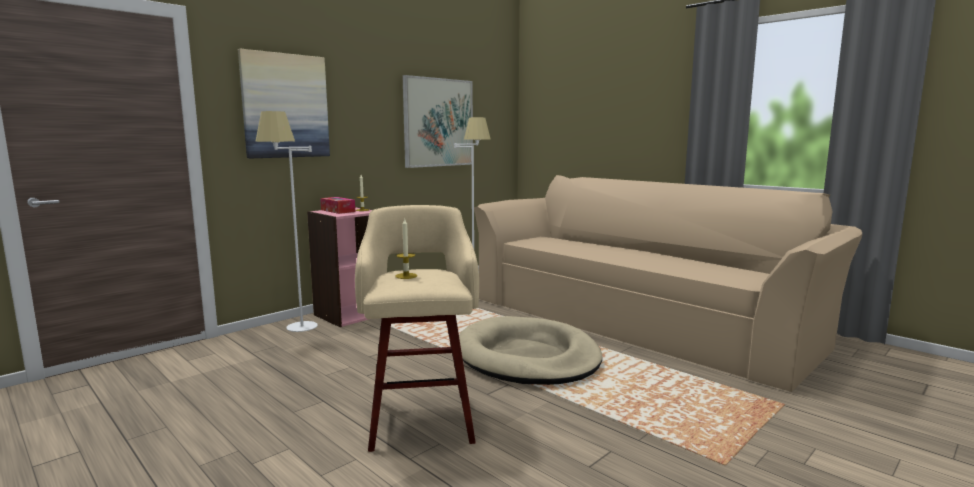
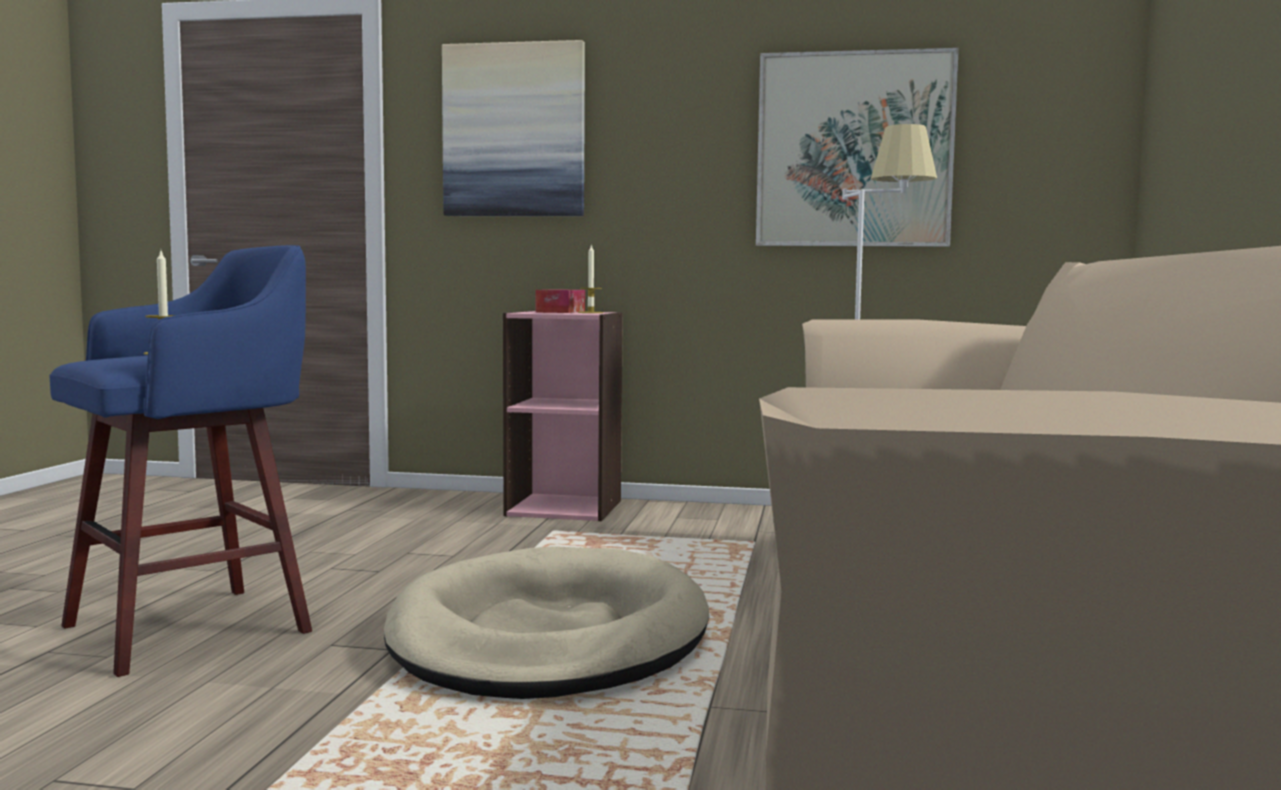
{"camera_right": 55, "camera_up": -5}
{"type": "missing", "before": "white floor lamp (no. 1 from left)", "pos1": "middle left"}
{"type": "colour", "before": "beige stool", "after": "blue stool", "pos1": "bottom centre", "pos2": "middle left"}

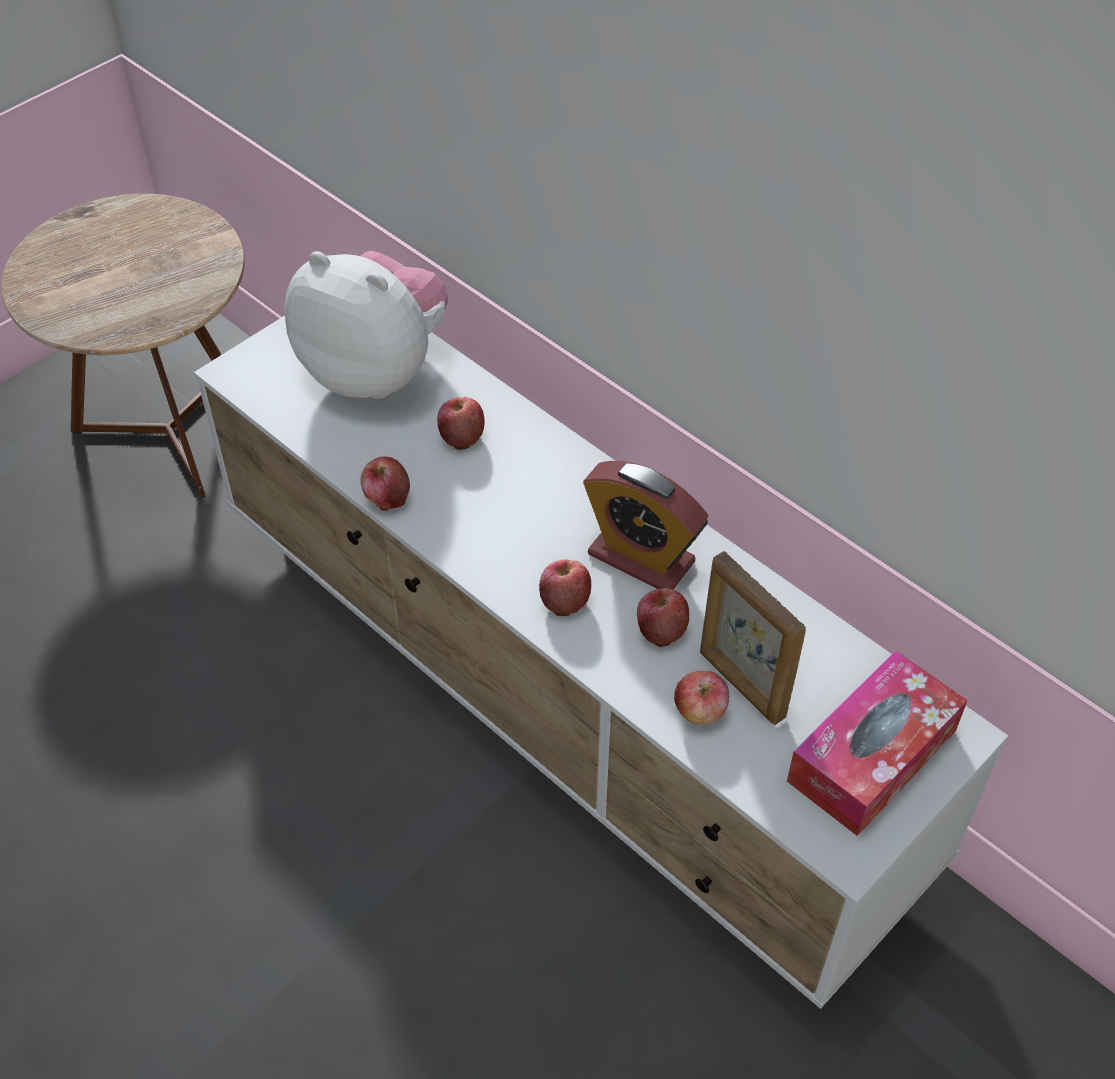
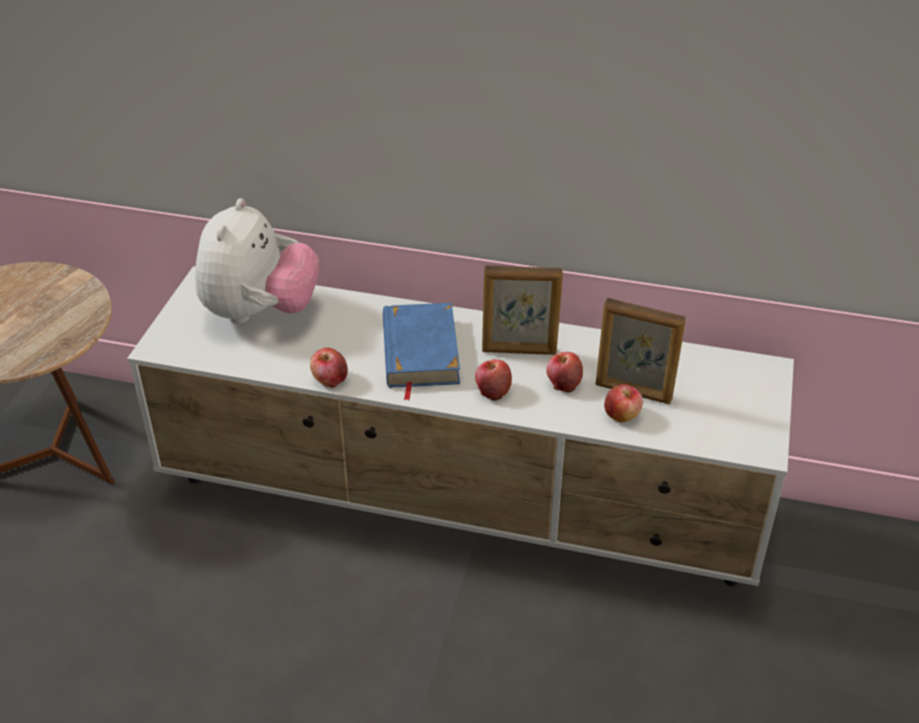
{"camera_right": -30, "camera_up": -10}
{"type": "spun", "before": "plush toy", "pos1": "top left", "pos2": "middle left", "turn": 105}
{"type": "missing", "before": "apple (no. 2 from left)", "pos1": "centre"}
{"type": "exchanged", "before": "alarm clock", "after": "picture frame (no. 1 from left)", "pos1": "centre", "pos2": "centre"}
{"type": "missing", "before": "tissue box", "pos1": "bottom right"}
{"type": "appeared", "after": "blue book", "pos2": "centre"}

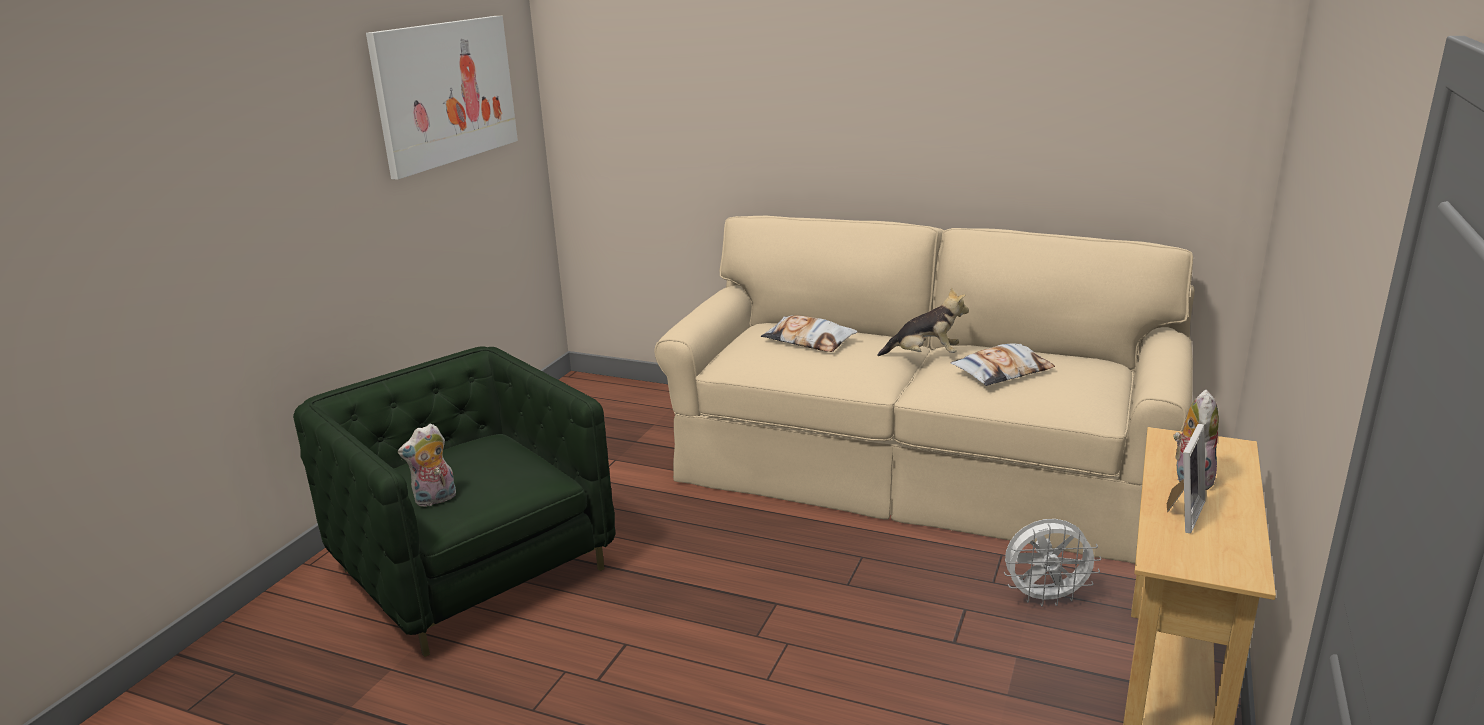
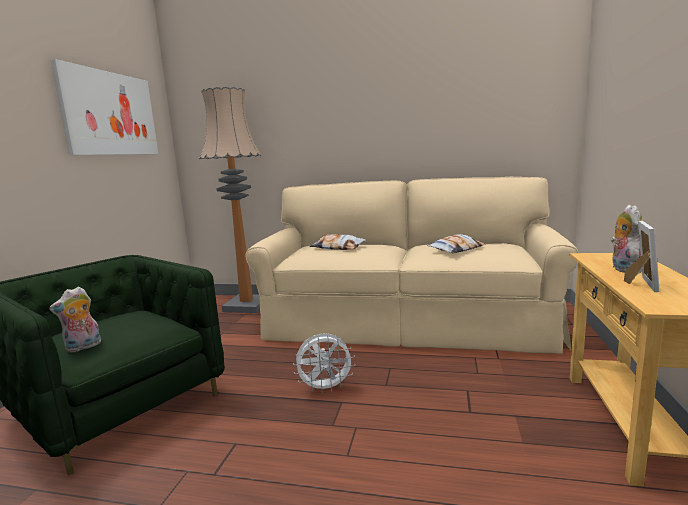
{"camera_right": -10, "camera_up": -10}
{"type": "missing", "before": "plush toy (no. 2 from left)", "pos1": "centre"}
{"type": "relocated", "before": "white fan", "pos1": "bottom right", "pos2": "bottom centre"}
{"type": "appeared", "after": "floor lamp", "pos2": "centre"}

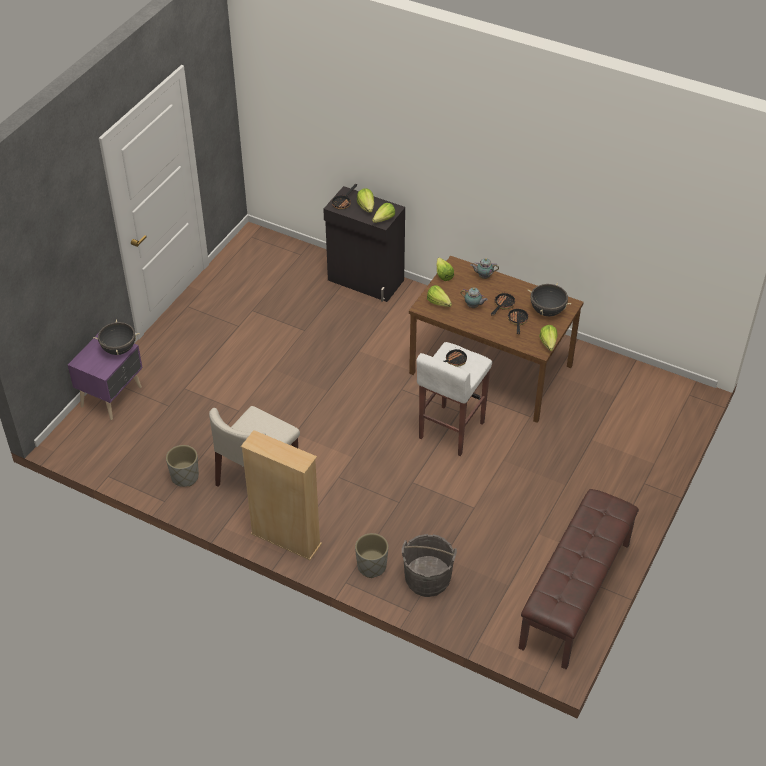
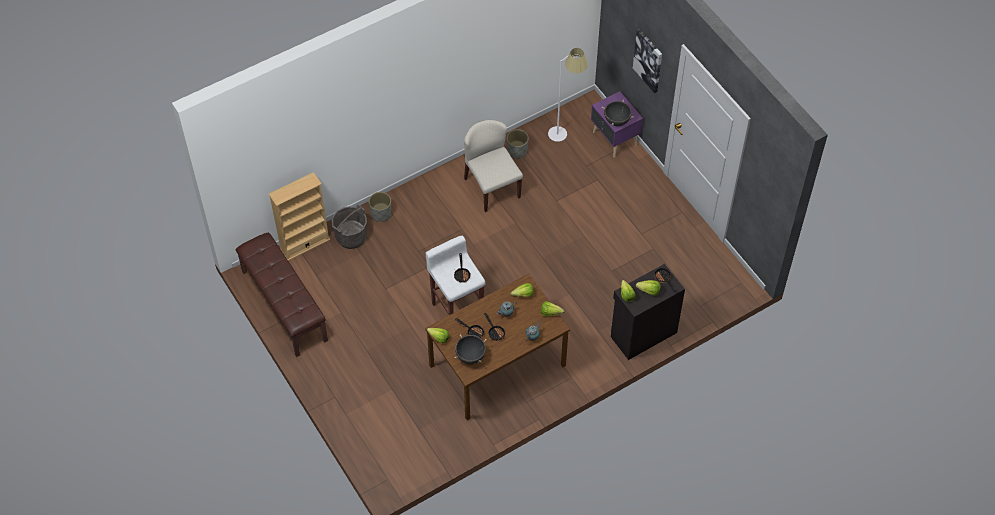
{"camera_right": 120, "camera_up": 10}
{"type": "relocated", "before": "beige bookcase", "pos1": "centre", "pos2": "middle left"}
{"type": "appeared", "after": "picture", "pos2": "top centre"}
{"type": "appeared", "after": "white floor lamp", "pos2": "top centre"}

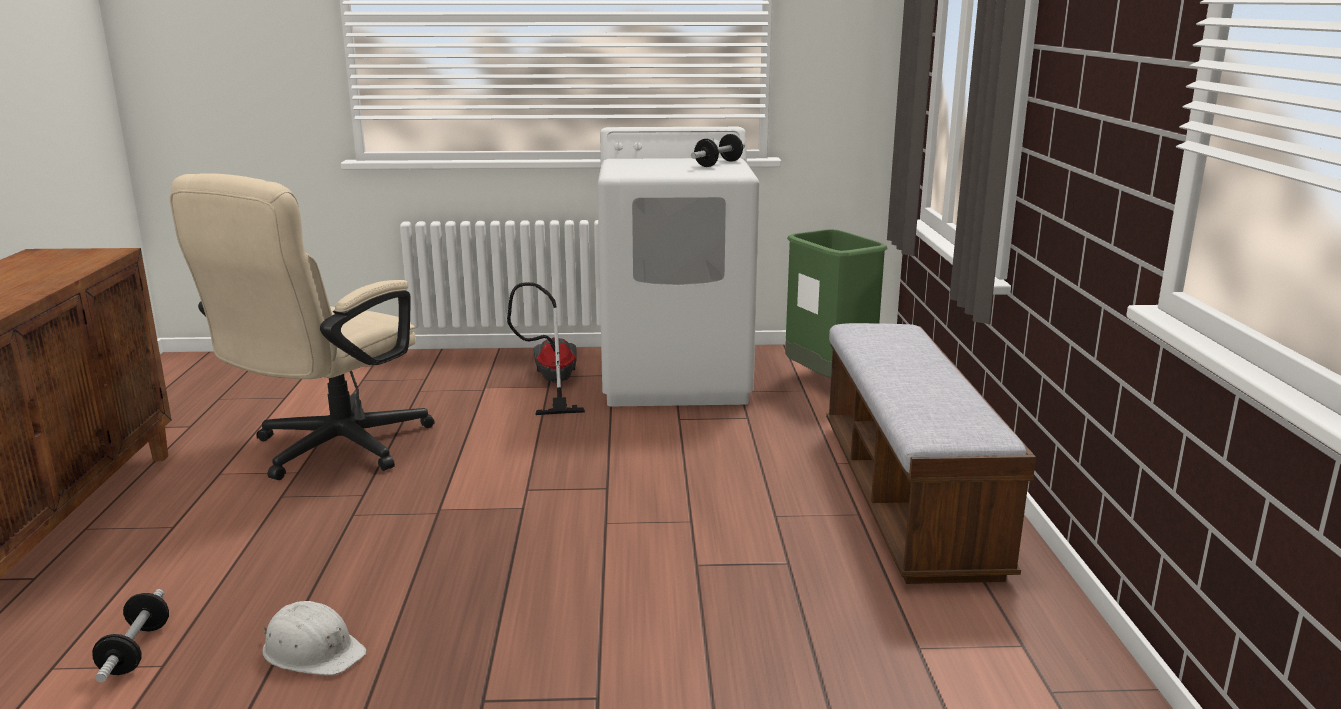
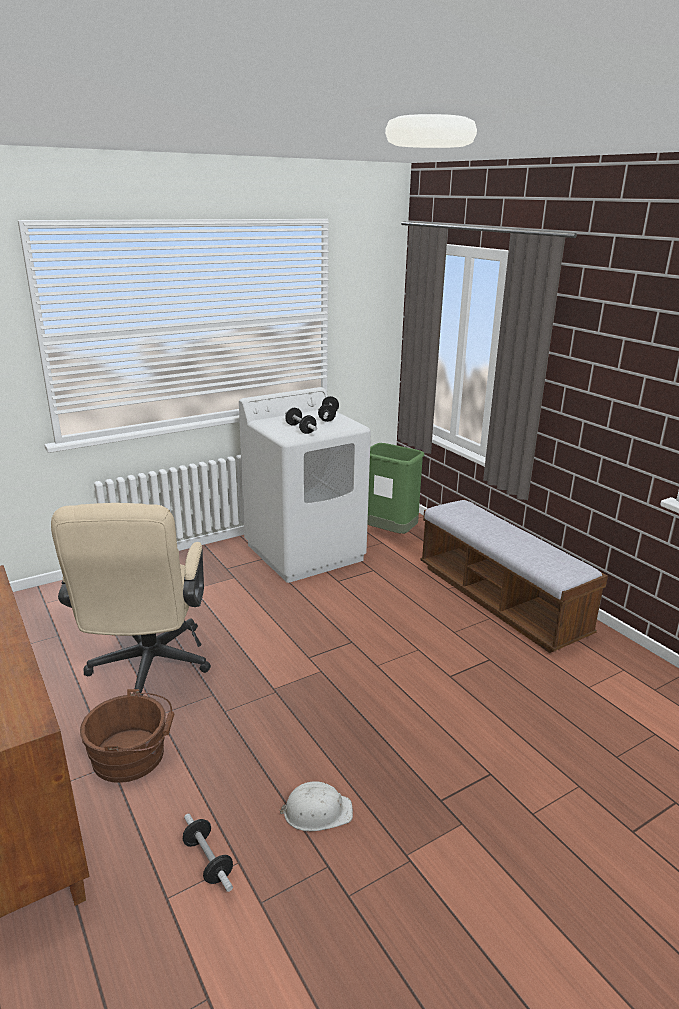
{"camera_right": -30, "camera_up": 5}
{"type": "missing", "before": "vacuum cleaner", "pos1": "centre"}
{"type": "appeared", "after": "dumbbell (no. 2 from left)", "pos2": "centre"}
{"type": "appeared", "after": "brown bucket", "pos2": "bottom left"}

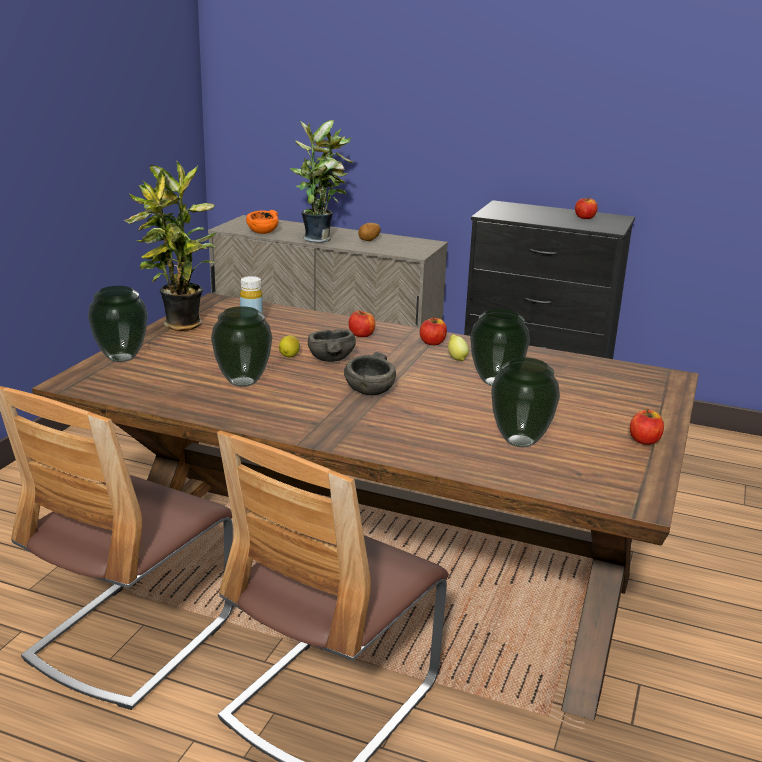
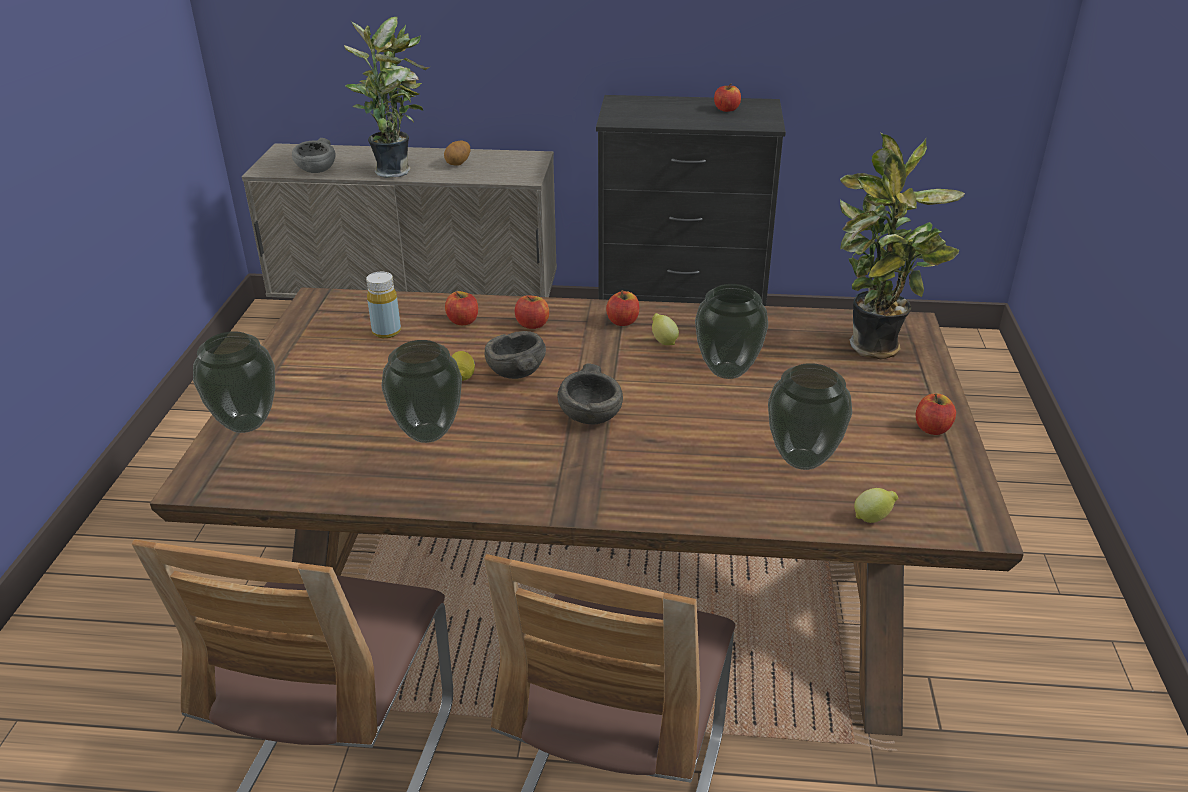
{"camera_right": -15, "camera_up": 10}
{"type": "relocated", "before": "potted plant (no. 1 from left in the first image)", "after": "potted plant (no. 2 from left)", "pos1": "top left", "pos2": "top right"}
{"type": "colour", "before": "orange bowl", "after": "grey bowl (no. 1 from left)", "pos1": "top centre", "pos2": "top left"}
{"type": "appeared", "after": "apple (no. 1 from left)", "pos2": "centre"}
{"type": "appeared", "after": "lemon (no. 3 from left)", "pos2": "middle right"}

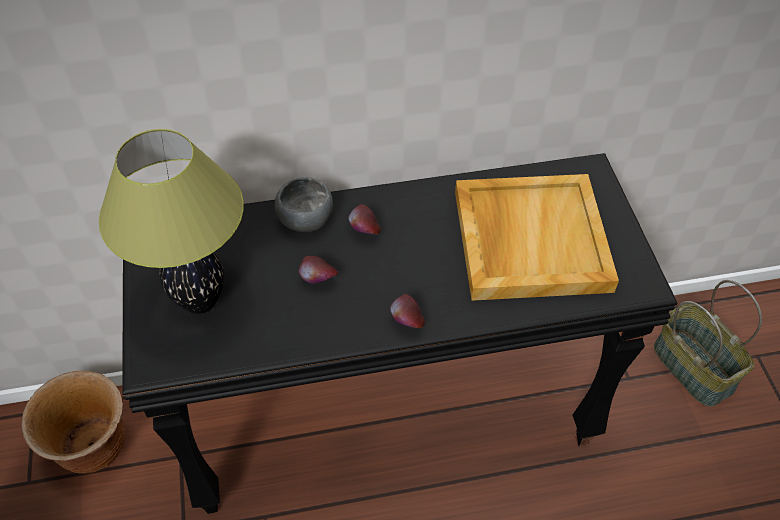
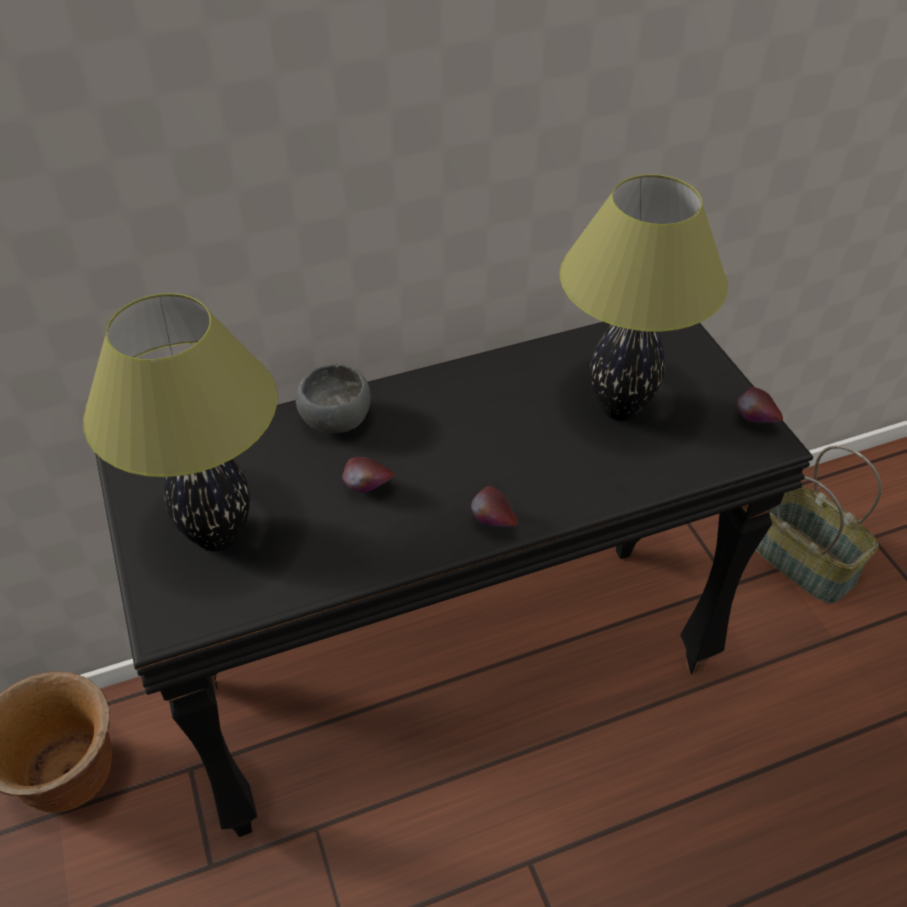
{"camera_right": -10, "camera_up": -5}
{"type": "exchanged", "before": "beige tray", "after": "table lamp (no. 2 from left)", "pos1": "middle right", "pos2": "top right"}
{"type": "relocated", "before": "apple (no. 2 from left in the first image)", "after": "apple (no. 3 from left)", "pos1": "centre", "pos2": "middle right"}

